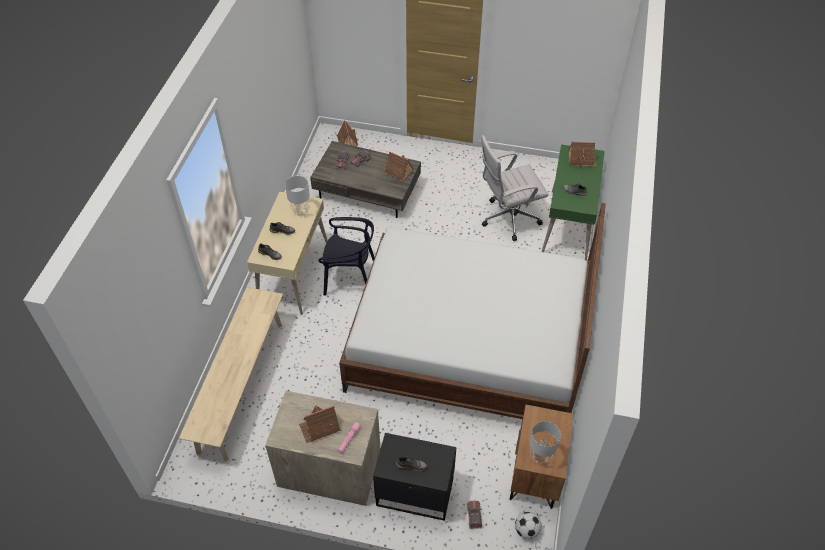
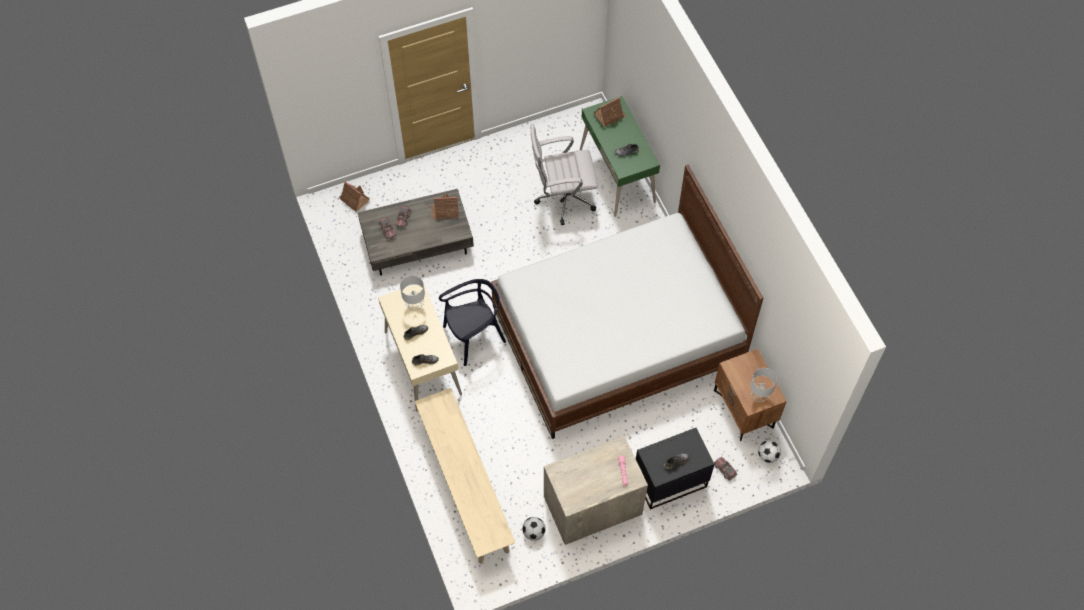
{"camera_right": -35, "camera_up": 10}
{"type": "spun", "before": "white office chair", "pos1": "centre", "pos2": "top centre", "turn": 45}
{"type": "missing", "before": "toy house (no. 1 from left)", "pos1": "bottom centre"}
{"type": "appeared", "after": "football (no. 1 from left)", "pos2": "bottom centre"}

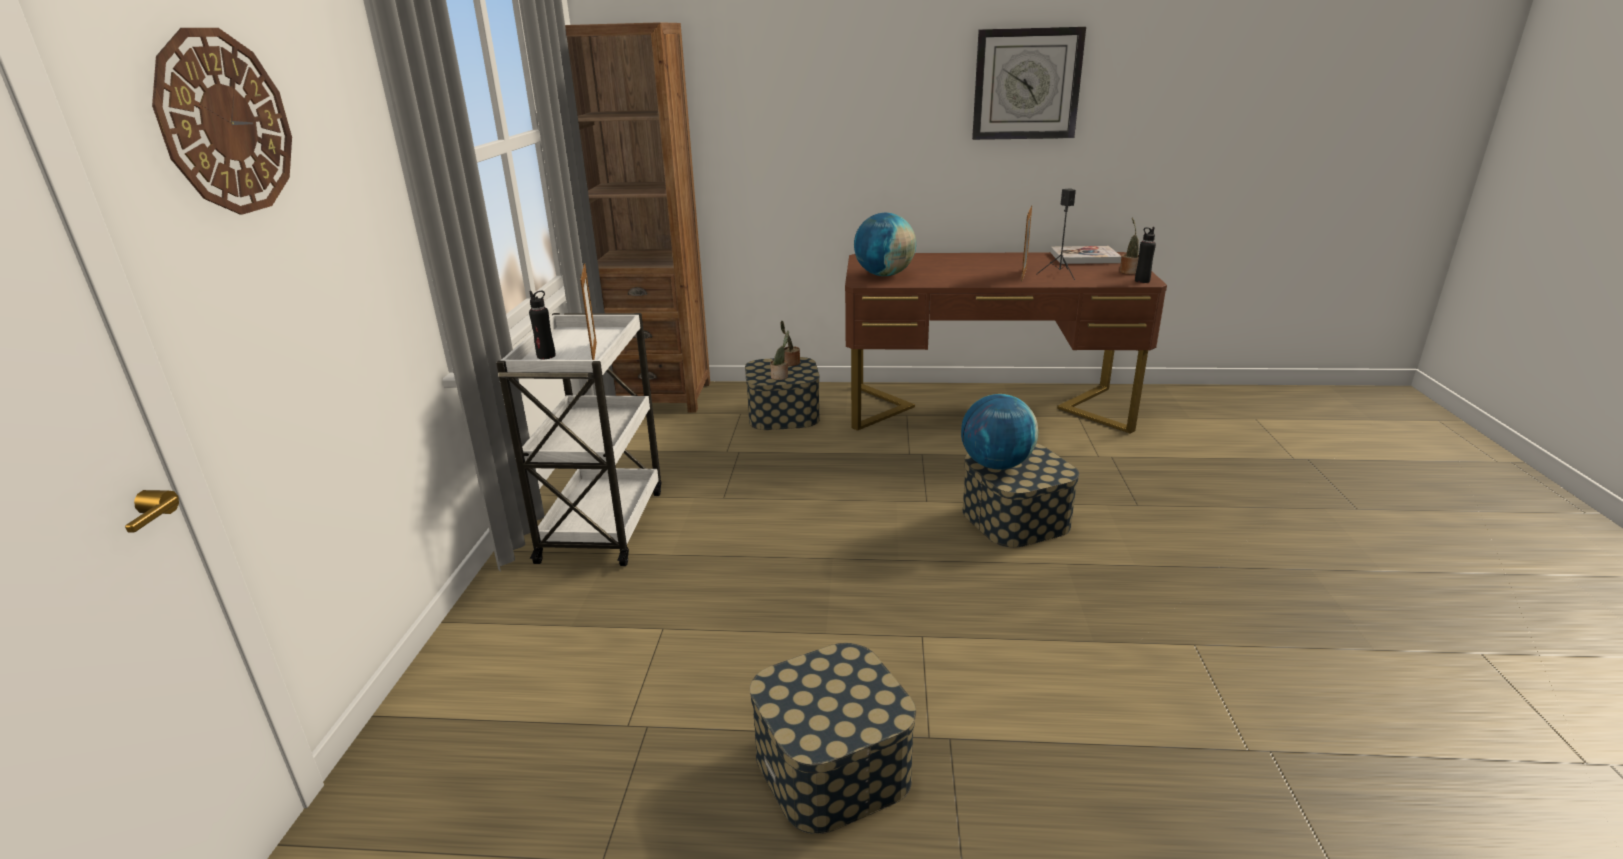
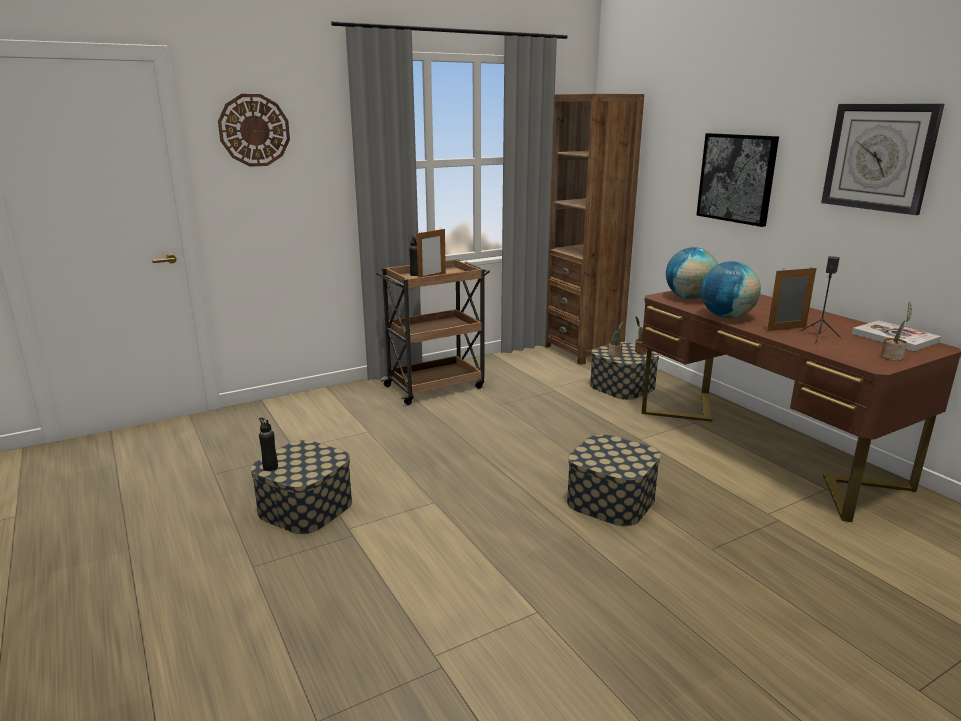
{"camera_right": 55, "camera_up": -5}
{"type": "relocated", "before": "black bottle (no. 2 from left in the first image)", "after": "black bottle (no. 1 from left)", "pos1": "top right", "pos2": "middle left"}
{"type": "colour", "before": "white cart", "after": "brown cart", "pos1": "centre", "pos2": "centre"}
{"type": "relocated", "before": "globe (no. 2 from left)", "pos1": "centre", "pos2": "middle right"}
{"type": "appeared", "after": "picture", "pos2": "top right"}

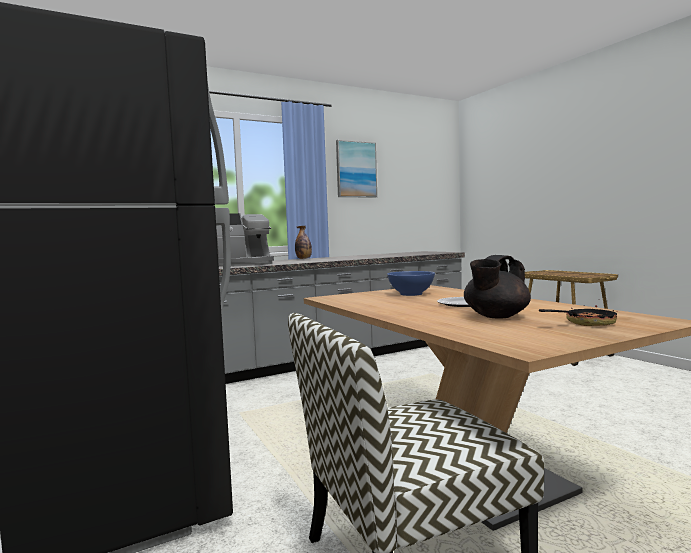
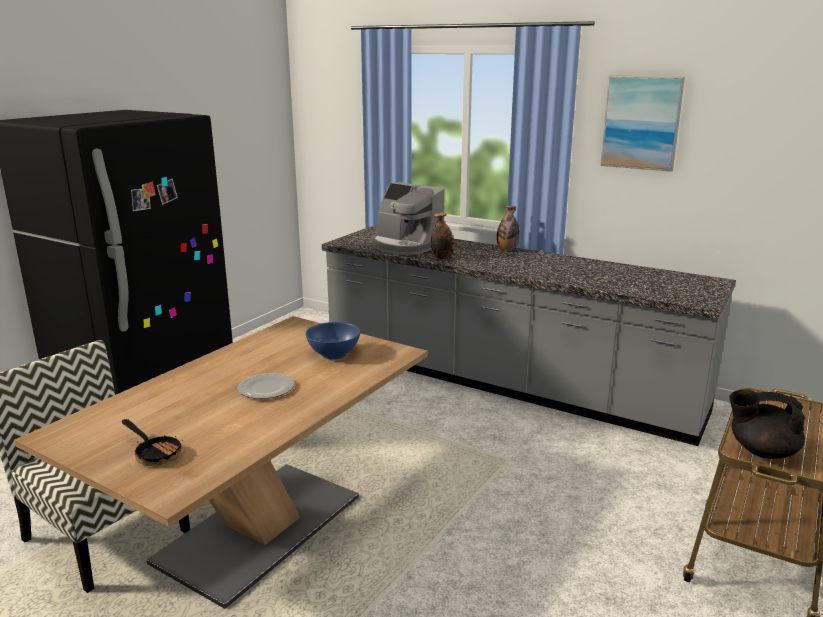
{"camera_right": 60, "camera_up": 15}
{"type": "relocated", "before": "black teapot", "pos1": "middle right", "pos2": "bottom right"}
{"type": "appeared", "after": "bottle (no. 1 from left)", "pos2": "centre"}

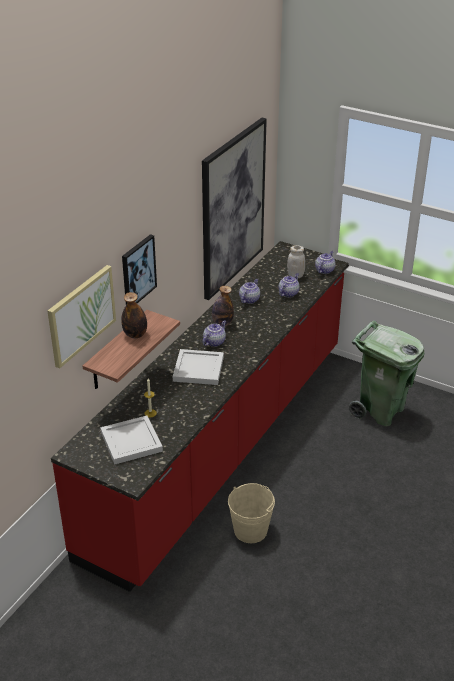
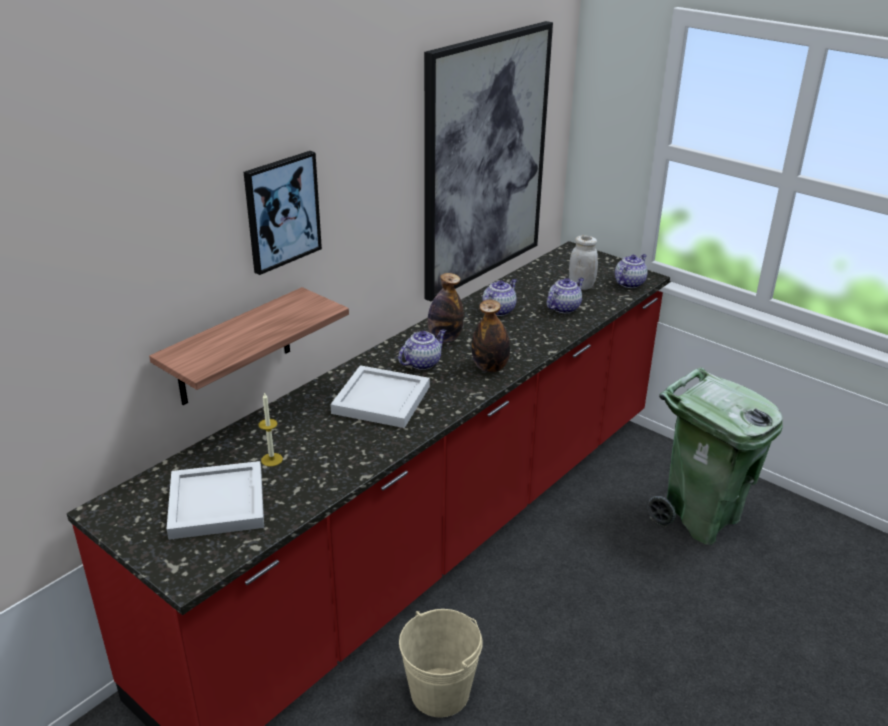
{"camera_right": 10, "camera_up": -5}
{"type": "missing", "before": "picture (no. 1 from left)", "pos1": "middle left"}
{"type": "relocated", "before": "bottle (no. 1 from left in the first image)", "after": "bottle (no. 2 from left)", "pos1": "middle left", "pos2": "centre"}

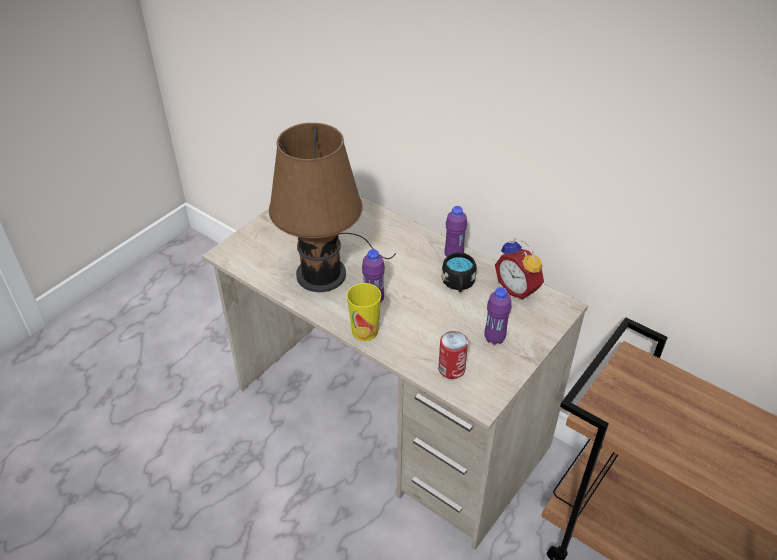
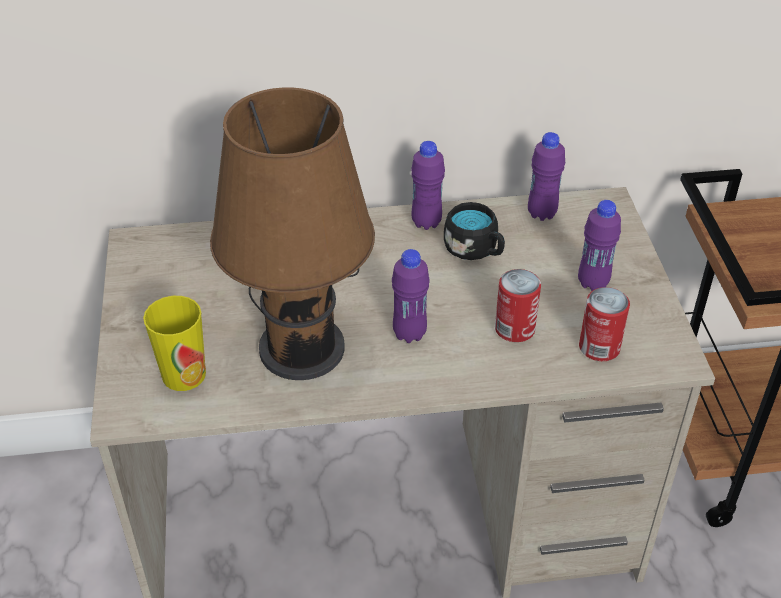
{"camera_right": -45, "camera_up": 0}
{"type": "exchanged", "before": "alarm clock", "after": "purple bottle (no. 3 from left)", "pos1": "middle right", "pos2": "top right"}
{"type": "relocated", "before": "cup", "pos1": "centre", "pos2": "middle left"}
{"type": "appeared", "after": "can (no. 1 from left)", "pos2": "centre"}

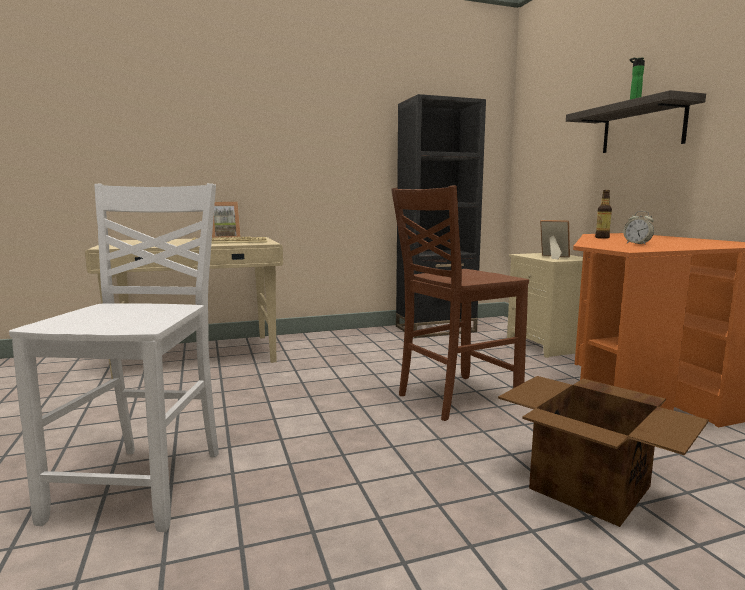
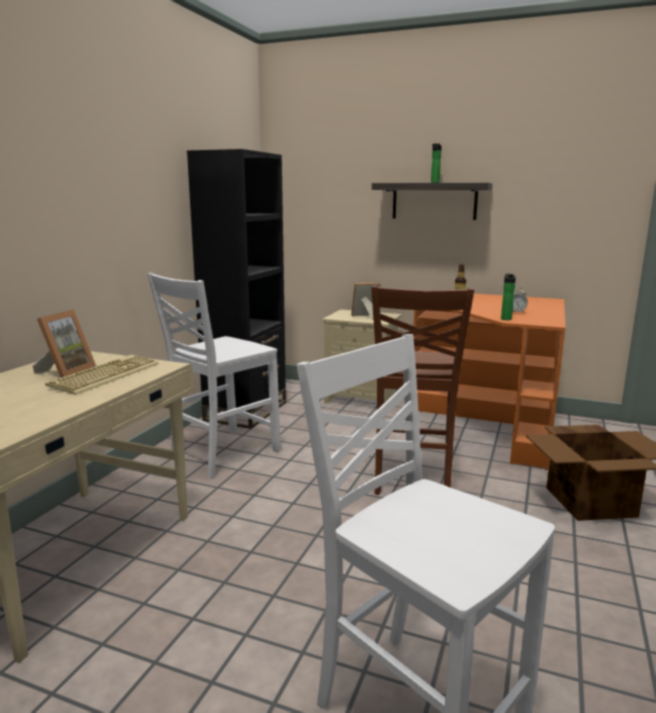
{"camera_right": -50, "camera_up": 5}
{"type": "appeared", "after": "white chair (no. 1 from left)", "pos2": "middle left"}
{"type": "appeared", "after": "bottle (no. 3 from left)", "pos2": "middle right"}

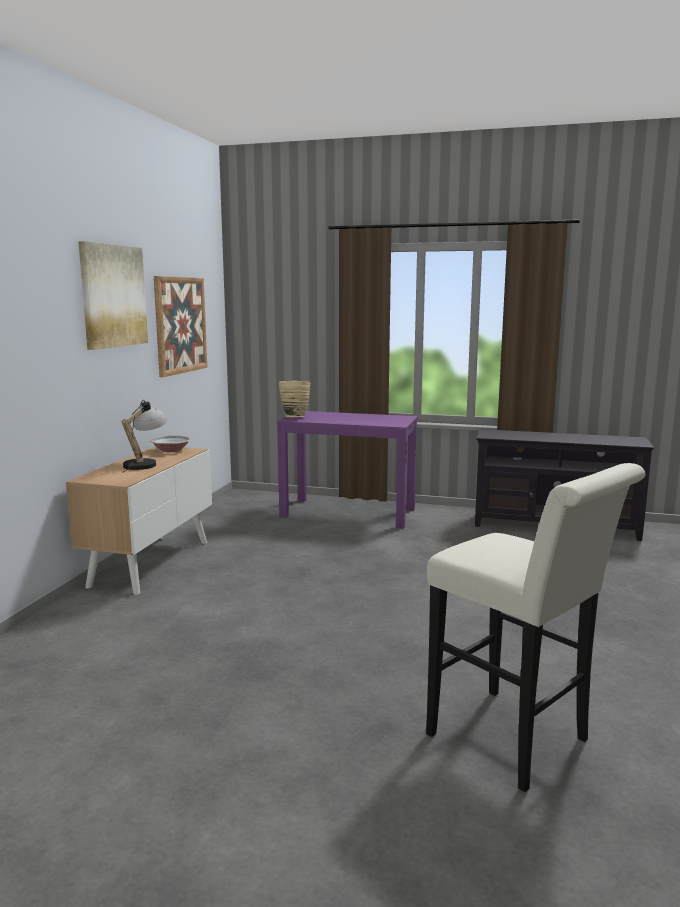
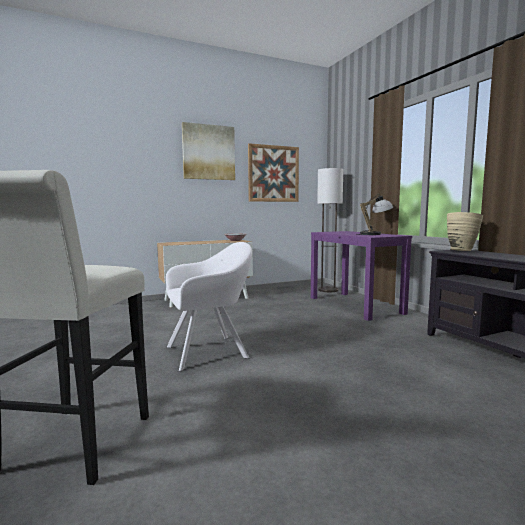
{"camera_right": 50, "camera_up": -5}
{"type": "relocated", "before": "beige vase", "pos1": "centre", "pos2": "middle right"}
{"type": "relocated", "before": "table lamp", "pos1": "middle left", "pos2": "middle right"}
{"type": "appeared", "after": "floor lamp", "pos2": "centre"}
{"type": "appeared", "after": "white armchair", "pos2": "centre"}

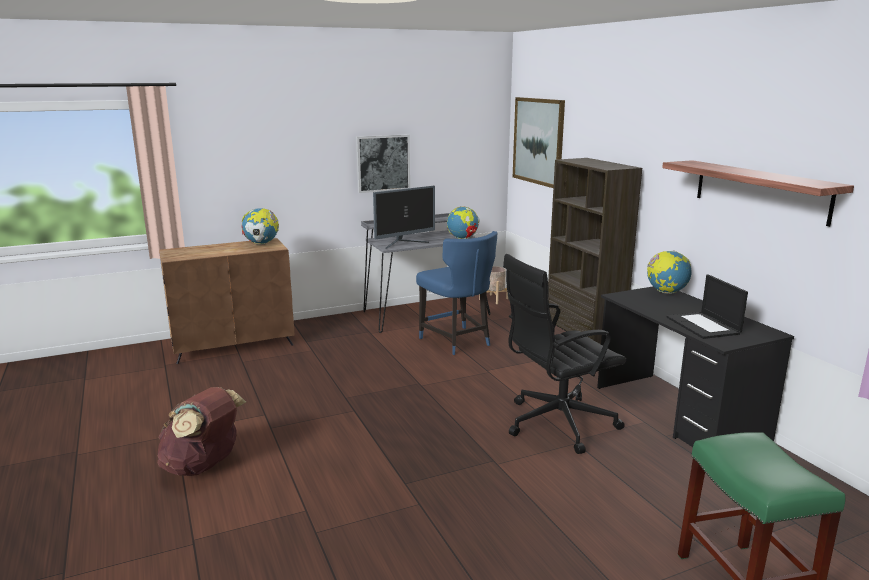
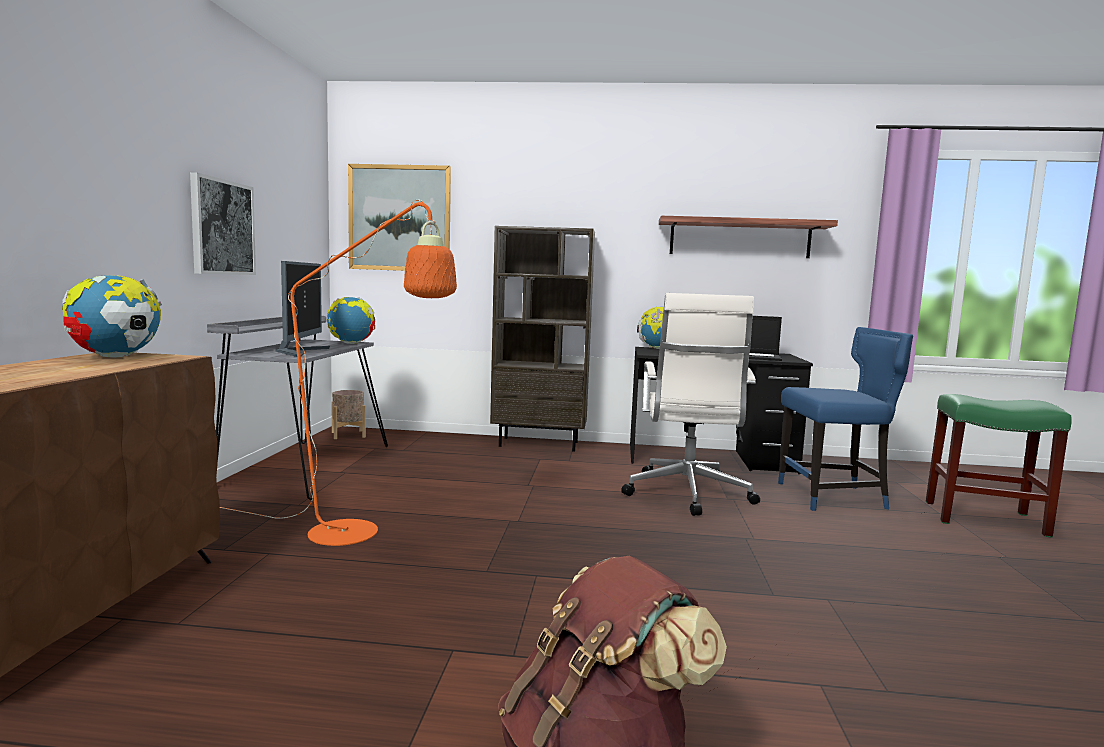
{"camera_right": -60, "camera_up": -10}
{"type": "relocated", "before": "blue chair", "pos1": "centre", "pos2": "middle right"}
{"type": "colour", "before": "black office chair", "after": "white office chair", "pos1": "centre", "pos2": "centre"}
{"type": "appeared", "after": "orange floor lamp", "pos2": "middle left"}

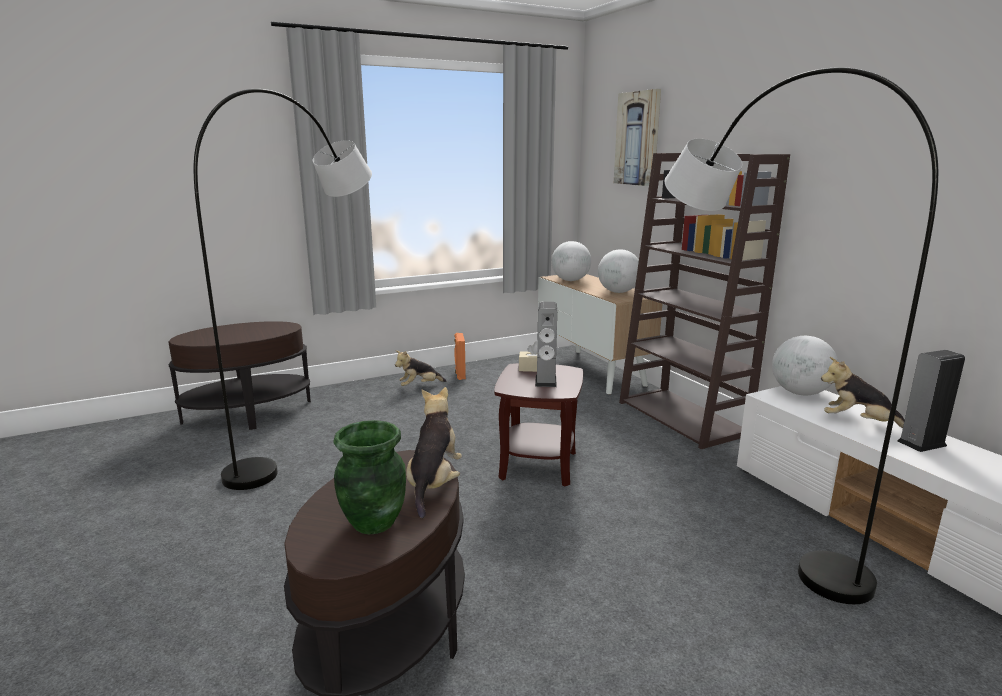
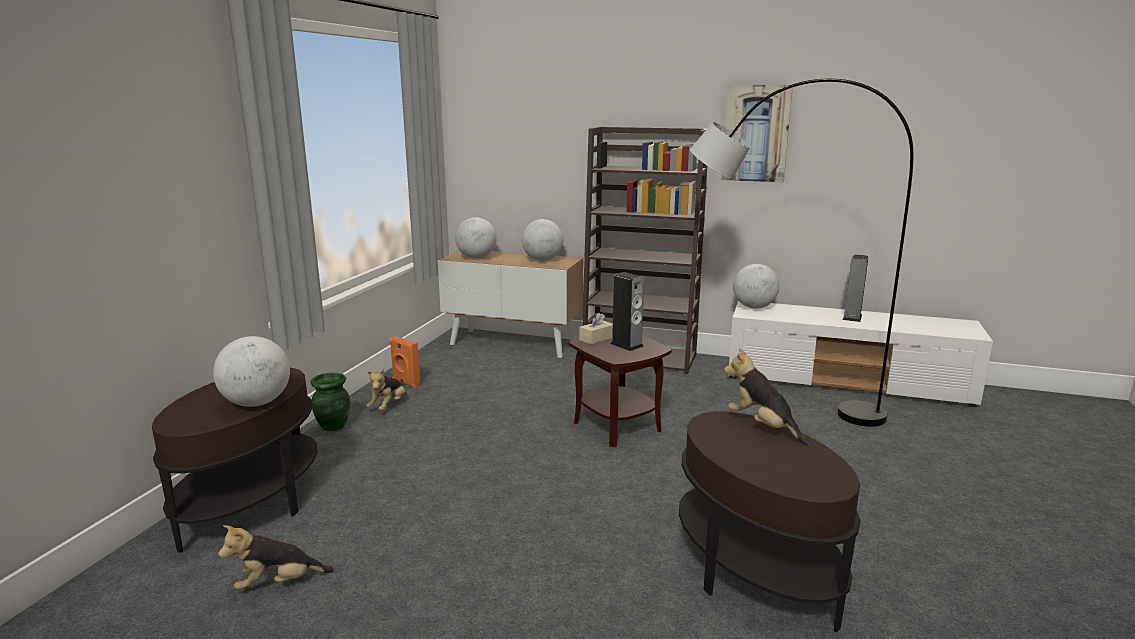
{"camera_right": -45, "camera_up": 0}
{"type": "missing", "before": "grey floor lamp (no. 1 from left)", "pos1": "middle left"}
{"type": "relocated", "before": "picture", "pos1": "top centre", "pos2": "top right"}
{"type": "relocated", "before": "plush toy (no. 3 from left in the first image)", "after": "plush toy (no. 1 from left)", "pos1": "middle right", "pos2": "bottom left"}
{"type": "relocated", "before": "green vase", "pos1": "bottom centre", "pos2": "middle left"}
{"type": "appeared", "after": "globe (no. 1 from left)", "pos2": "middle left"}

